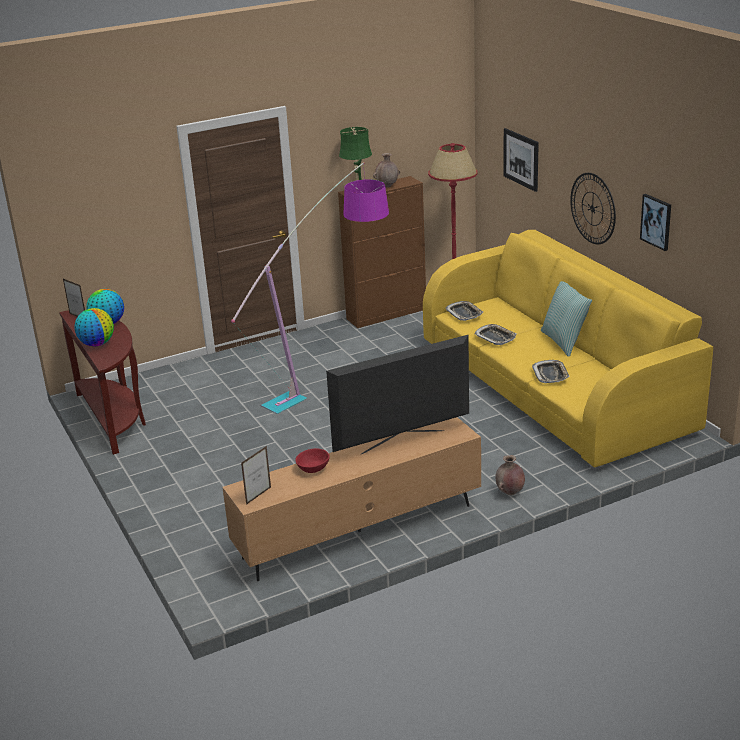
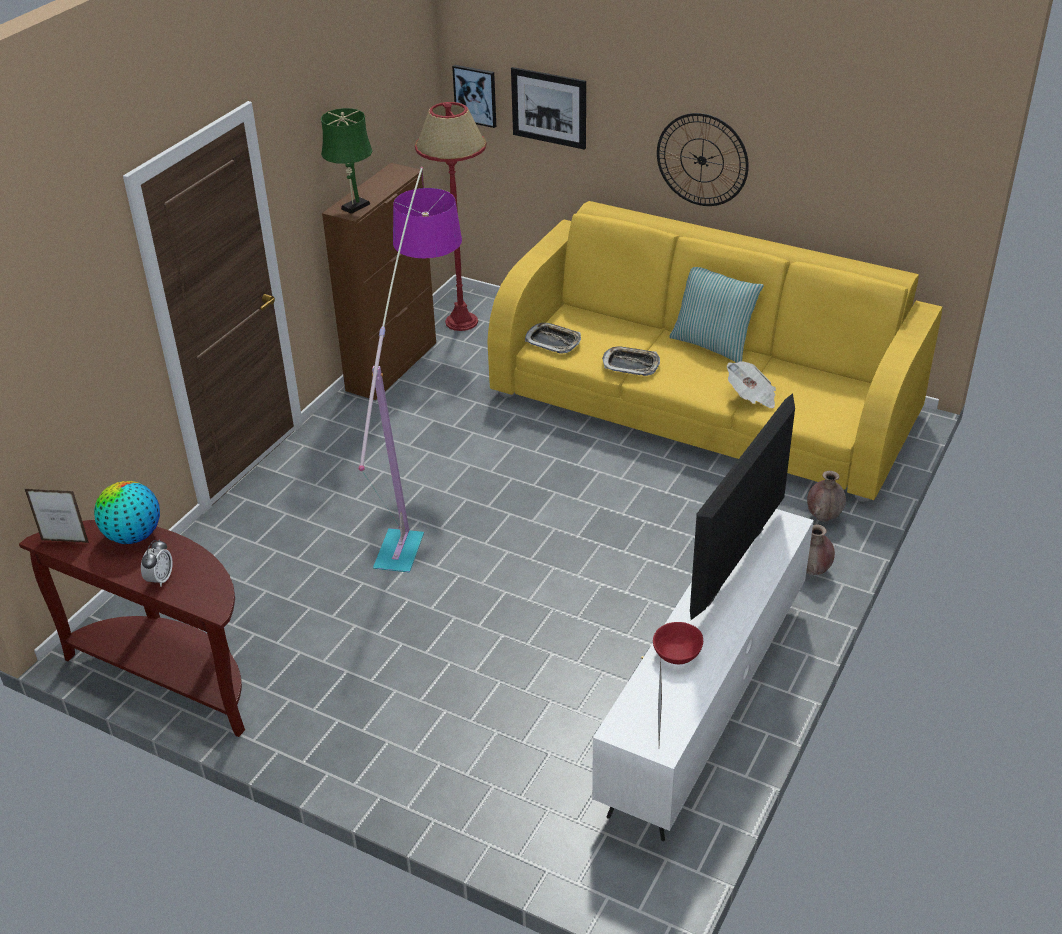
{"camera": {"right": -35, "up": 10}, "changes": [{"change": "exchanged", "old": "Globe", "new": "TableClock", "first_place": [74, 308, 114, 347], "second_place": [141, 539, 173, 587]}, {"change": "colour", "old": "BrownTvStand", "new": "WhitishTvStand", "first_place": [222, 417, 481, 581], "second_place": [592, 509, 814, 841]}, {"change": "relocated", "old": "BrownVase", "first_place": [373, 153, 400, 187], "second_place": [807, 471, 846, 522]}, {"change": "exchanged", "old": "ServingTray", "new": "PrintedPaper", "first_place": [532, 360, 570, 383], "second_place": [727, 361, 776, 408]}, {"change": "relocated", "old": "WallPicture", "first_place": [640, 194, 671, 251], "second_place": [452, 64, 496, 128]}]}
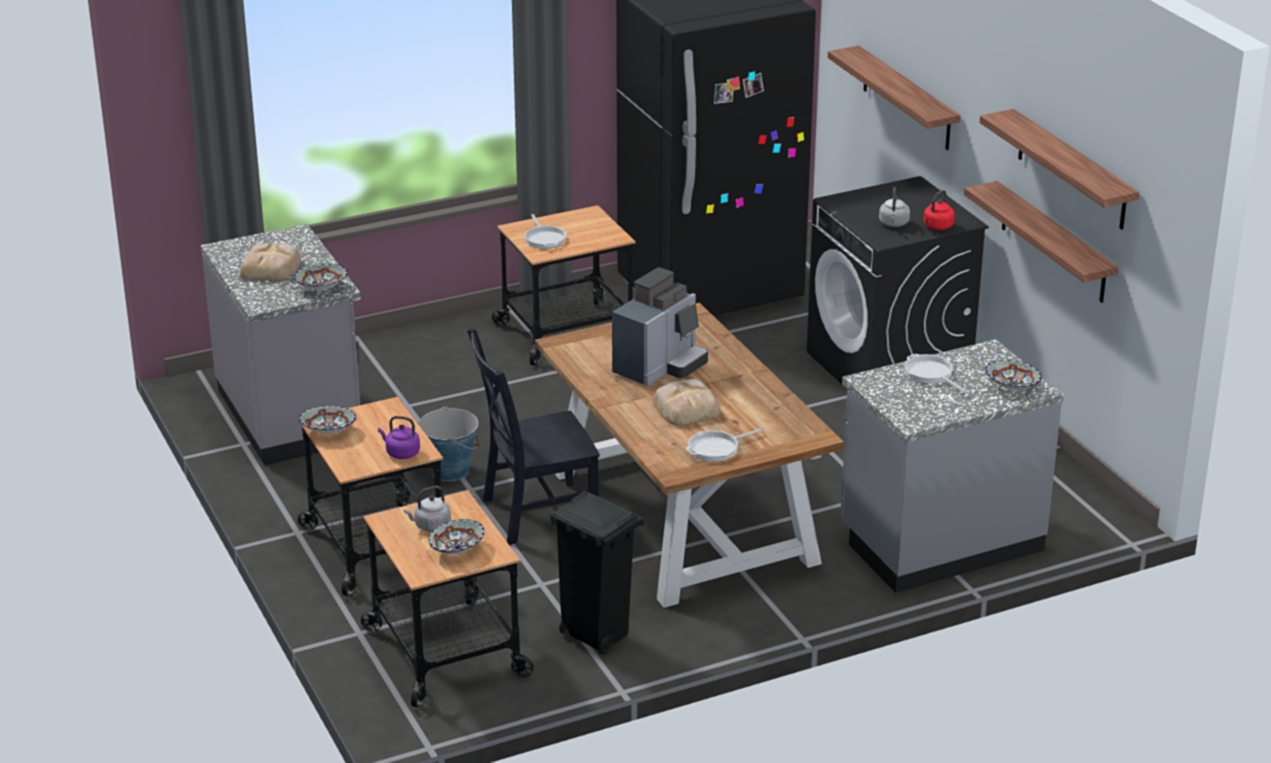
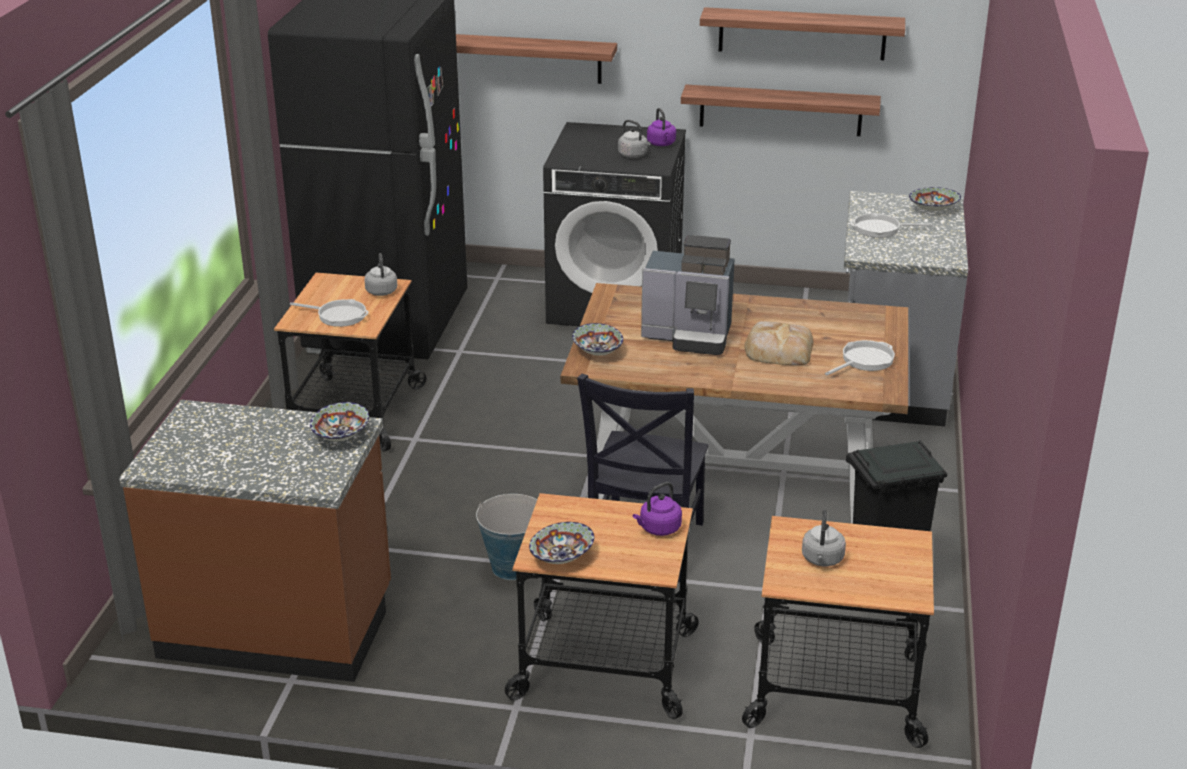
{"camera": {"right": -55, "up": 0}, "changes": [{"change": "colour", "old": "GreyKitchenCounter", "new": "BrownKitchenCounter", "first_place": [201, 224, 361, 465], "second_place": [119, 400, 391, 682]}, {"change": "missing", "old": "BakeryBread", "first_place": [240, 243, 301, 281]}, {"change": "relocated", "old": "ServingBowl", "first_place": [429, 519, 484, 555], "second_place": [572, 323, 623, 356]}, {"change": "spun", "old": "CoffeeBrewer", "first_place": [612, 267, 708, 386], "second_place": [641, 235, 735, 355], "degrees": 120}, {"change": "spun", "old": "Skillet", "first_place": [686, 428, 765, 462], "second_place": [825, 340, 895, 375], "degrees": -135}, {"change": "colour", "old": "RedTeaKettle", "new": "PurpleTeaKettle", "first_place": [923, 190, 955, 230], "second_place": [647, 108, 676, 146]}, {"change": "appeared", "new": "GreyTeaKettle", "second_place": [364, 253, 397, 296]}]}
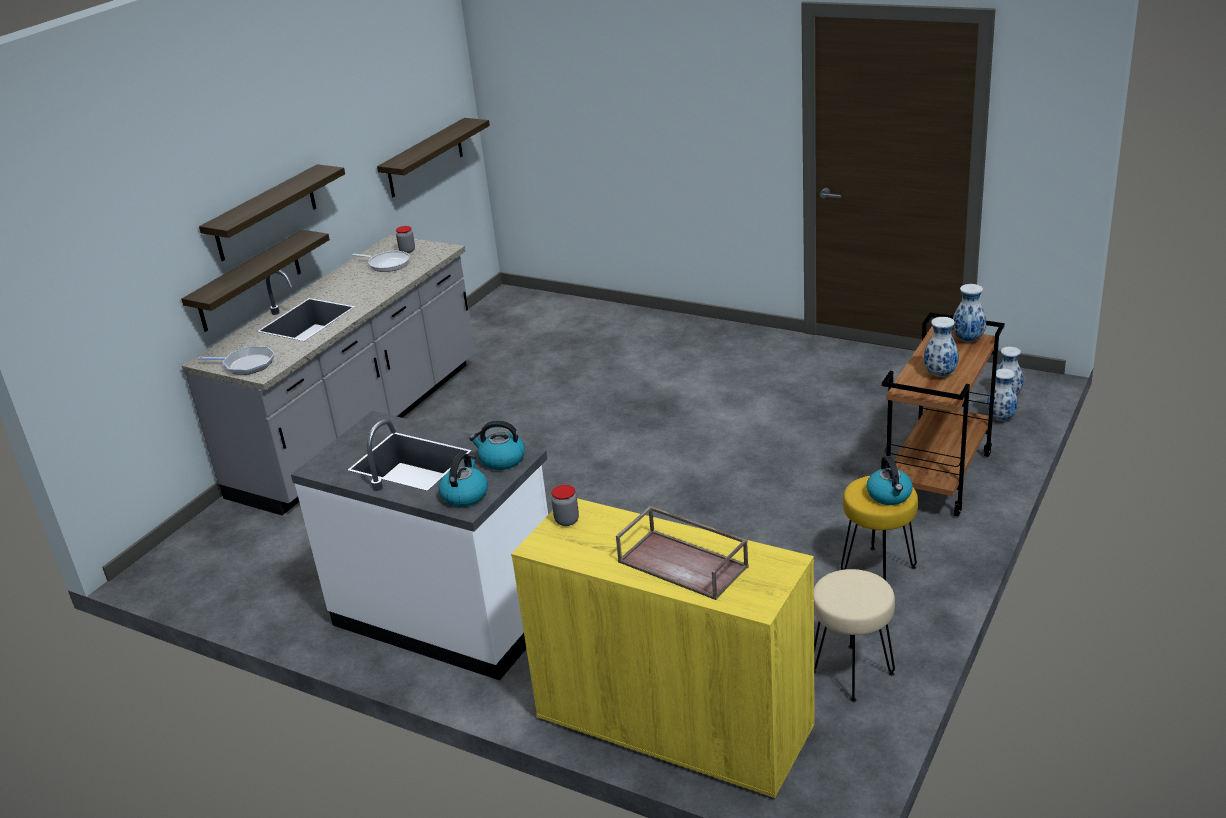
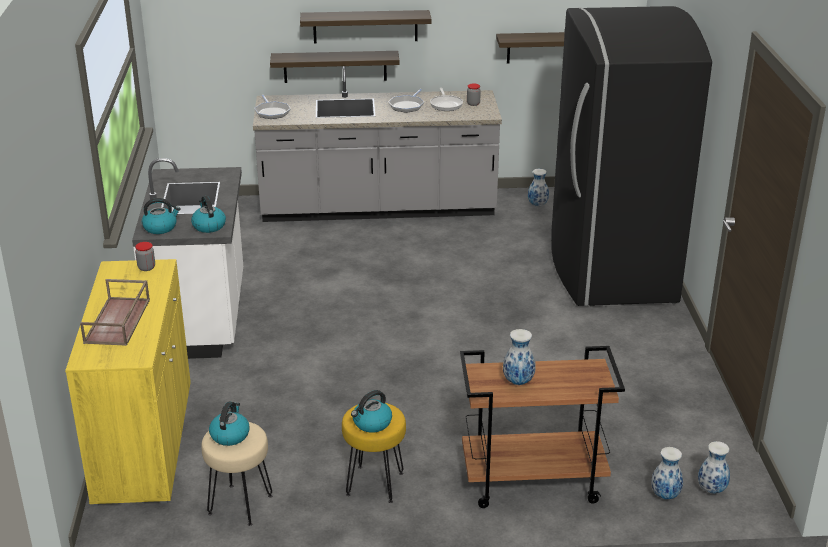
{"camera": {"right": 55, "up": 0}, "changes": [{"change": "relocated", "old": "Vase", "first_place": [953, 284, 986, 342], "second_place": [528, 169, 549, 207]}, {"change": "appeared", "new": "TeaKettle", "second_place": [209, 402, 250, 446]}, {"change": "appeared", "new": "Skillet", "second_place": [388, 89, 424, 113]}, {"change": "appeared", "new": "BlackFridge", "second_place": [551, 6, 712, 307]}]}
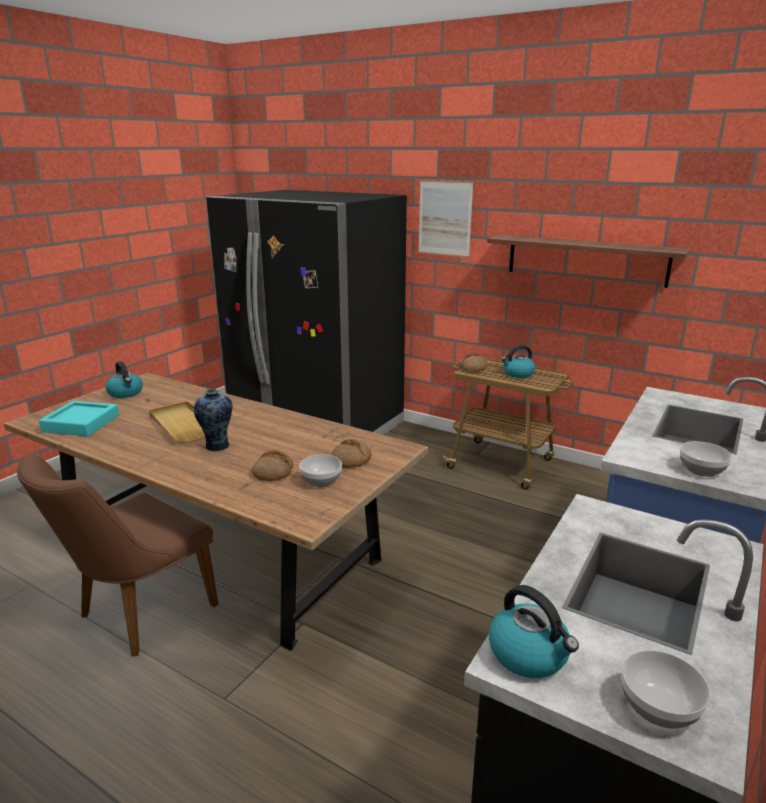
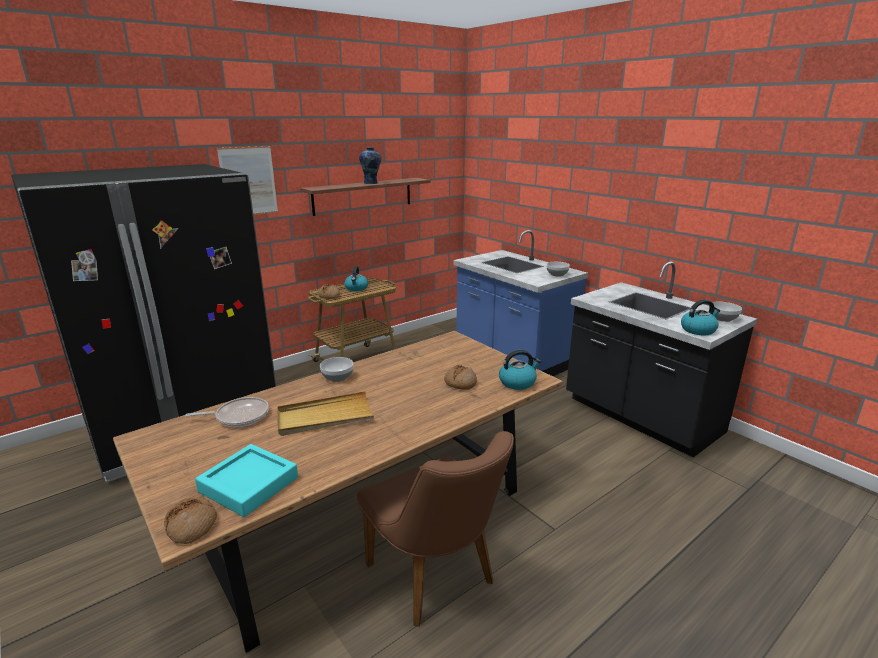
{"camera": {"right": -70, "up": 0}, "changes": [{"change": "relocated", "old": "TeaKettle", "first_place": [105, 361, 143, 398], "second_place": [499, 350, 541, 390]}, {"change": "relocated", "old": "Vase", "first_place": [194, 389, 233, 451], "second_place": [359, 147, 381, 184]}, {"change": "relocated", "old": "ServingBowl", "first_place": [299, 454, 342, 487], "second_place": [320, 357, 353, 382]}, {"change": "relocated", "old": "BakeryBread", "first_place": [331, 439, 372, 468], "second_place": [164, 497, 217, 544]}, {"change": "appeared", "new": "Skillet", "second_place": [185, 397, 269, 427]}]}
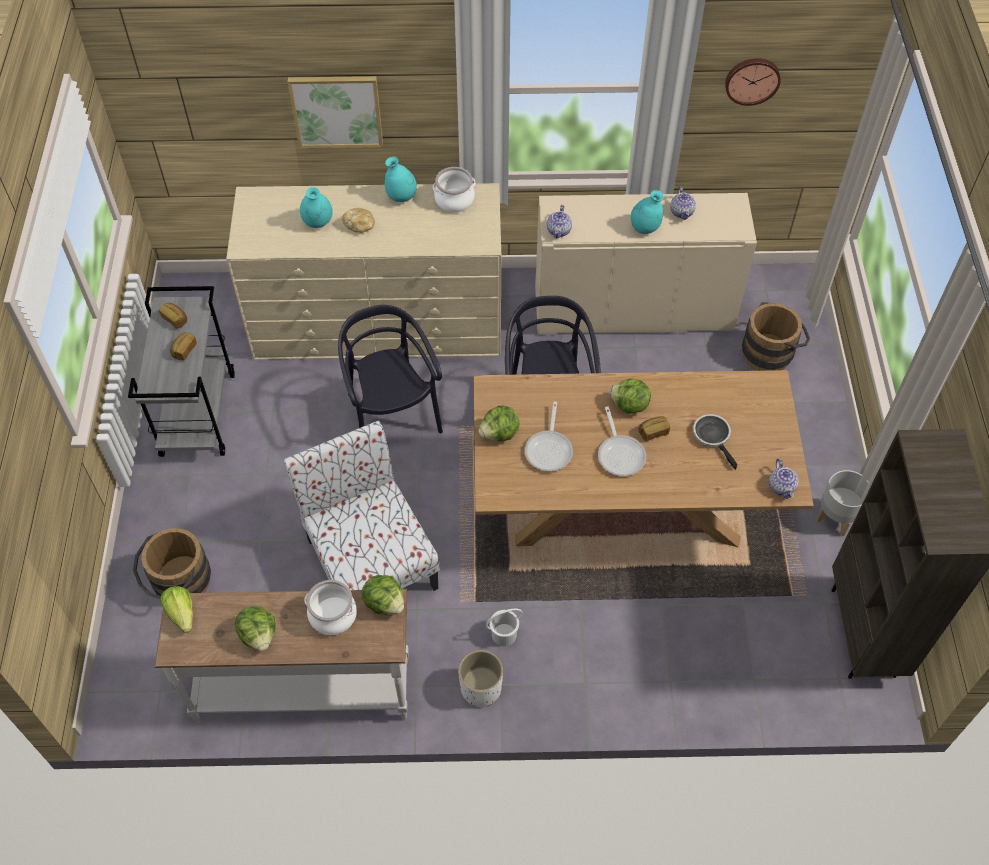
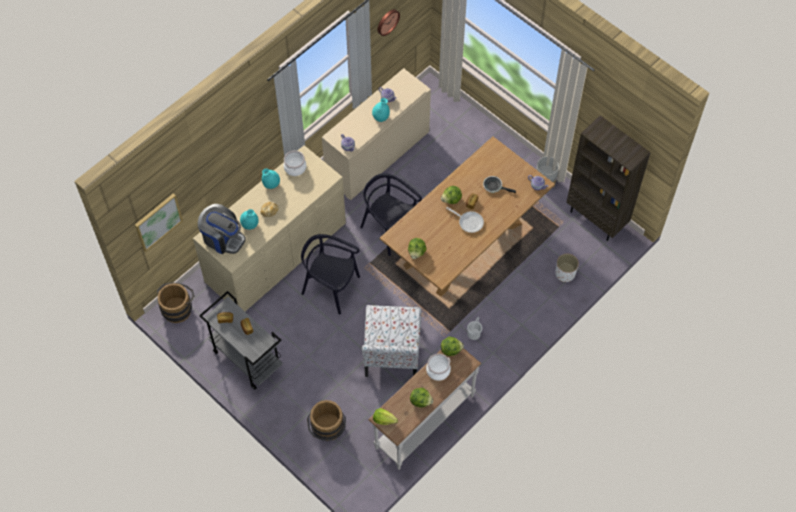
{"camera": {"right": -45, "up": 5}, "changes": [{"change": "spun", "old": "UprightChair", "first_place": [283, 421, 440, 591], "second_place": [362, 305, 422, 377], "degrees": -105}, {"change": "relocated", "old": "WallPicture", "first_place": [288, 76, 383, 148], "second_place": [135, 193, 183, 252]}, {"change": "relocated", "old": "WhitishPlanter", "first_place": [458, 650, 503, 707], "second_place": [555, 254, 579, 282]}, {"change": "missing", "old": "Skillet", "first_place": [525, 401, 573, 471]}, {"change": "relocated", "old": "BrownWaterBucket", "first_place": [742, 302, 810, 371], "second_place": [157, 282, 195, 323]}, {"change": "appeared", "new": "CoffeeBrewer", "second_place": [198, 204, 246, 254]}]}
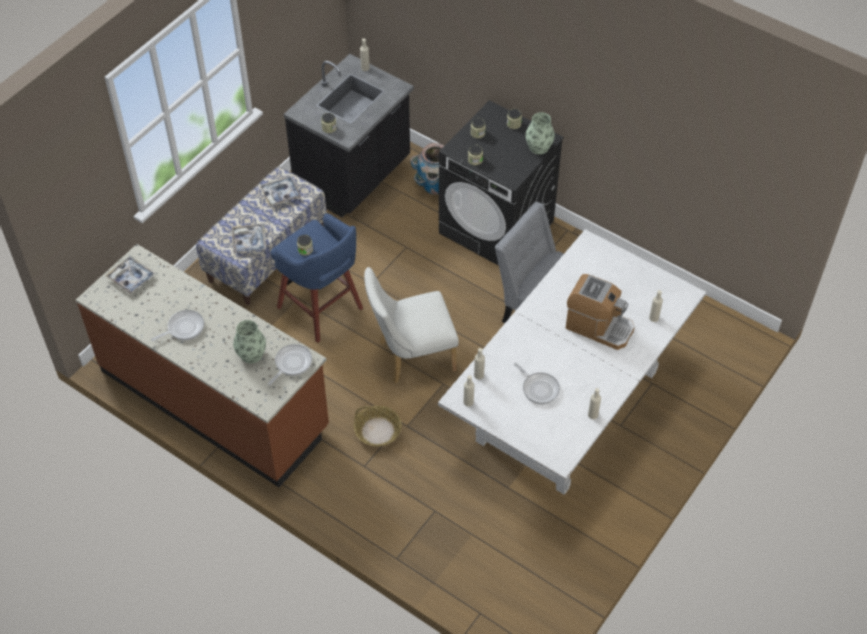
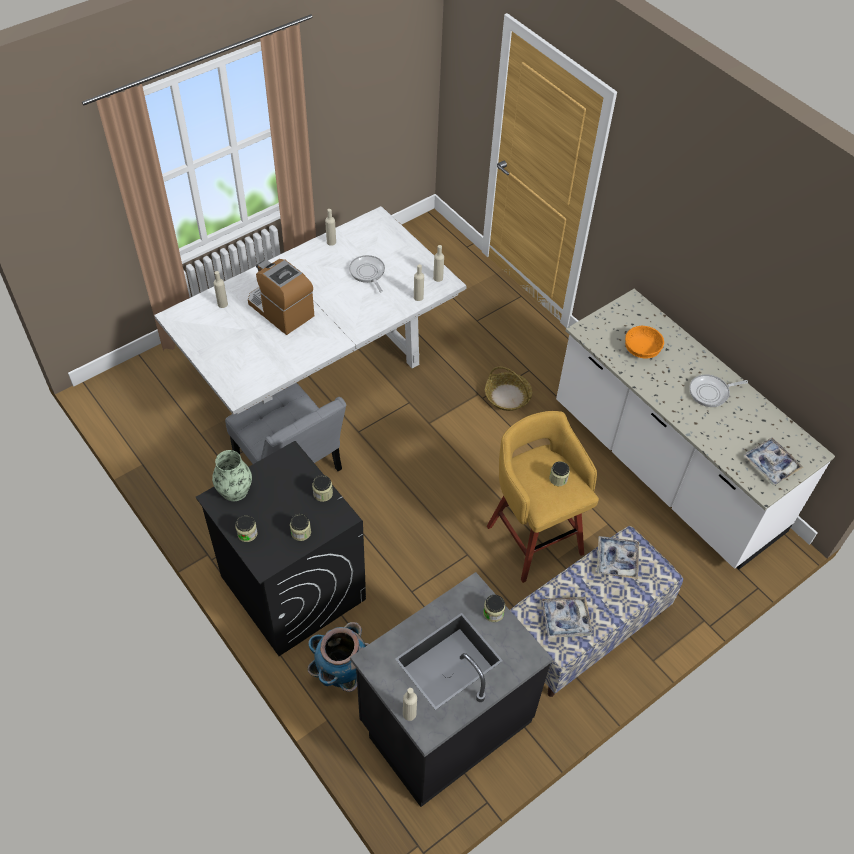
{"camera": {"right": -165, "up": 0}, "changes": [{"change": "colour", "old": "BrownKitchenCounter", "new": "WhitishKitchenCounter", "first_place": [76, 244, 329, 487], "second_place": [556, 289, 835, 569]}, {"change": "exchanged", "old": "Vase", "new": "OrangeServingBowl", "first_place": [233, 320, 266, 364], "second_place": [625, 326, 664, 359]}, {"change": "missing", "old": "Skillet", "first_place": [268, 344, 312, 385]}, {"change": "colour", "old": "BluishStool", "new": "YellowColouredStool", "first_place": [270, 213, 363, 343], "second_place": [487, 411, 599, 583]}, {"change": "missing", "old": "WhitishUprightChair", "first_place": [364, 267, 459, 384]}]}
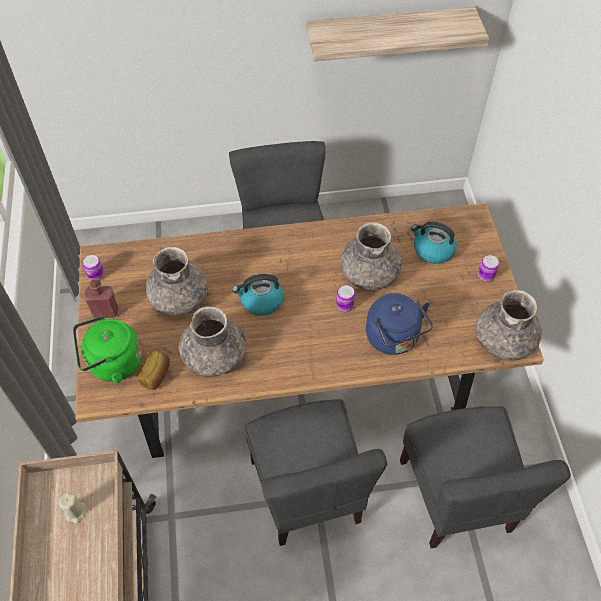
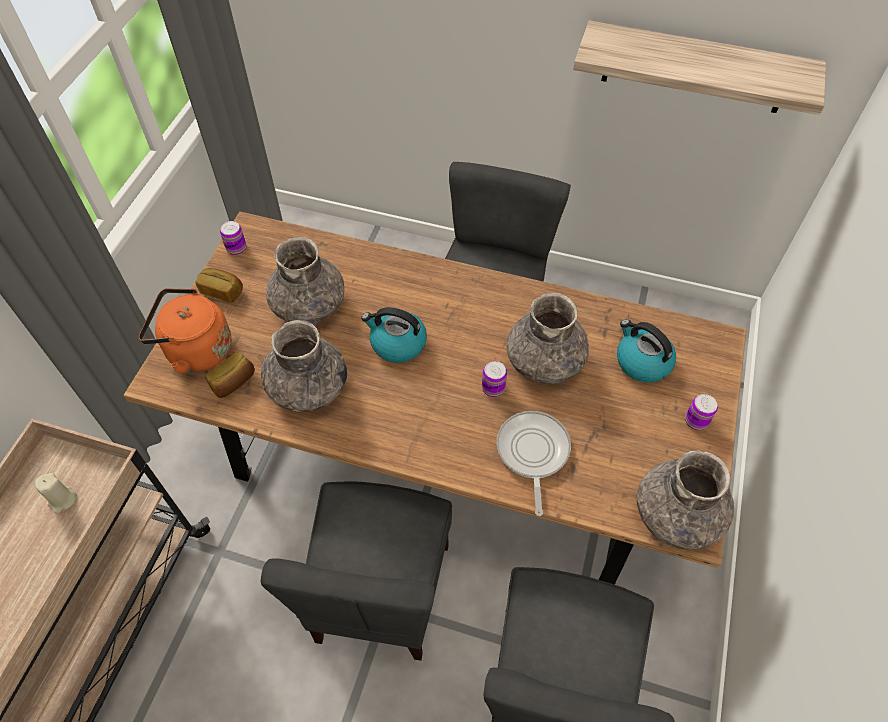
{"camera": {"right": 25, "up": 0}, "changes": [{"change": "colour", "old": "GreenTeaKettle", "new": "OrangeTeaKettle", "first_place": [73, 316, 142, 383], "second_place": [139, 288, 232, 373]}, {"change": "exchanged", "old": "RedBottle", "new": "BakeryBread", "first_place": [84, 279, 118, 318], "second_place": [196, 268, 243, 303]}, {"change": "exchanged", "old": "BluishTeaKettle", "new": "Skillet", "first_place": [366, 293, 433, 355], "second_place": [497, 411, 571, 516]}]}
